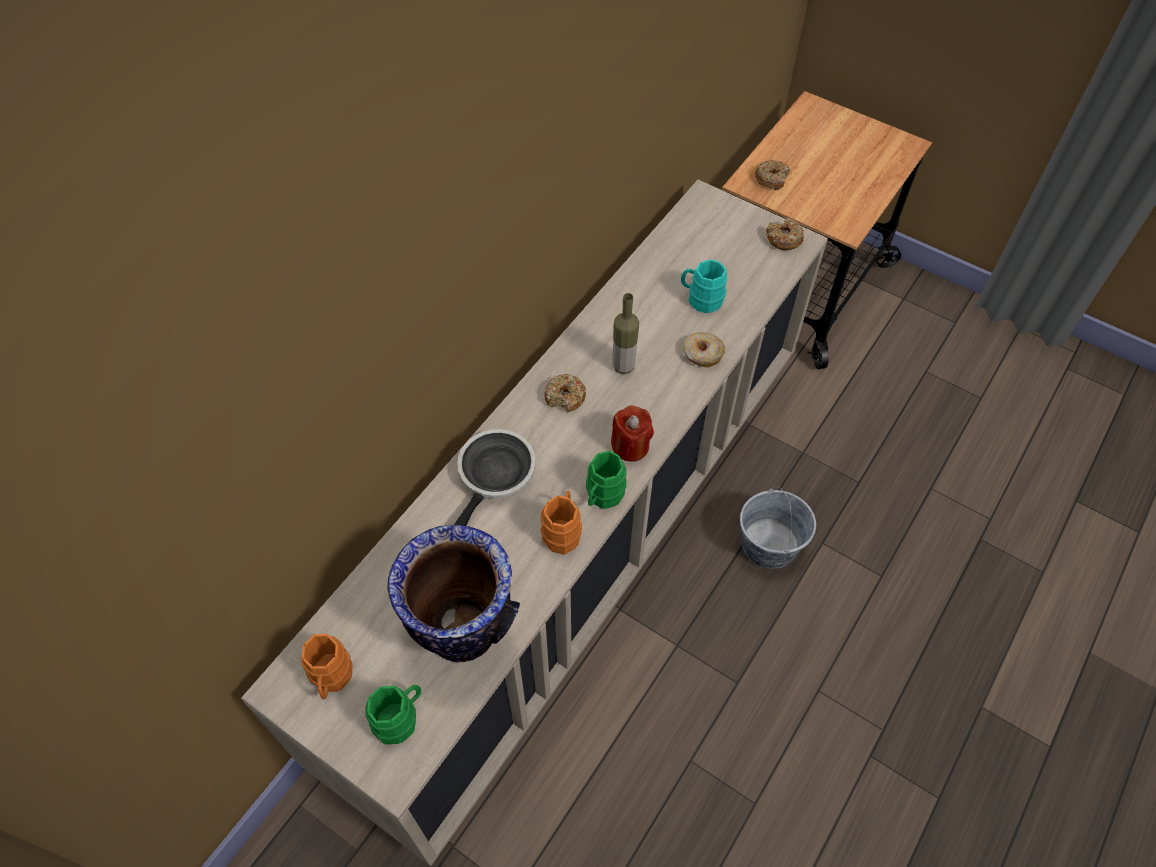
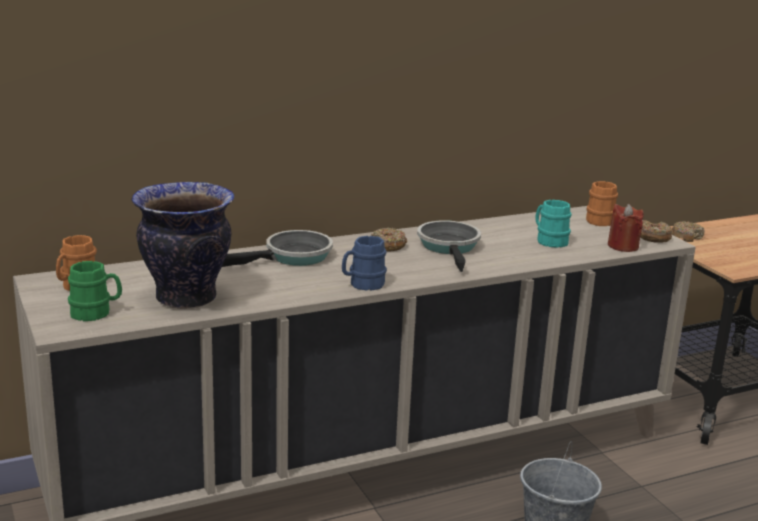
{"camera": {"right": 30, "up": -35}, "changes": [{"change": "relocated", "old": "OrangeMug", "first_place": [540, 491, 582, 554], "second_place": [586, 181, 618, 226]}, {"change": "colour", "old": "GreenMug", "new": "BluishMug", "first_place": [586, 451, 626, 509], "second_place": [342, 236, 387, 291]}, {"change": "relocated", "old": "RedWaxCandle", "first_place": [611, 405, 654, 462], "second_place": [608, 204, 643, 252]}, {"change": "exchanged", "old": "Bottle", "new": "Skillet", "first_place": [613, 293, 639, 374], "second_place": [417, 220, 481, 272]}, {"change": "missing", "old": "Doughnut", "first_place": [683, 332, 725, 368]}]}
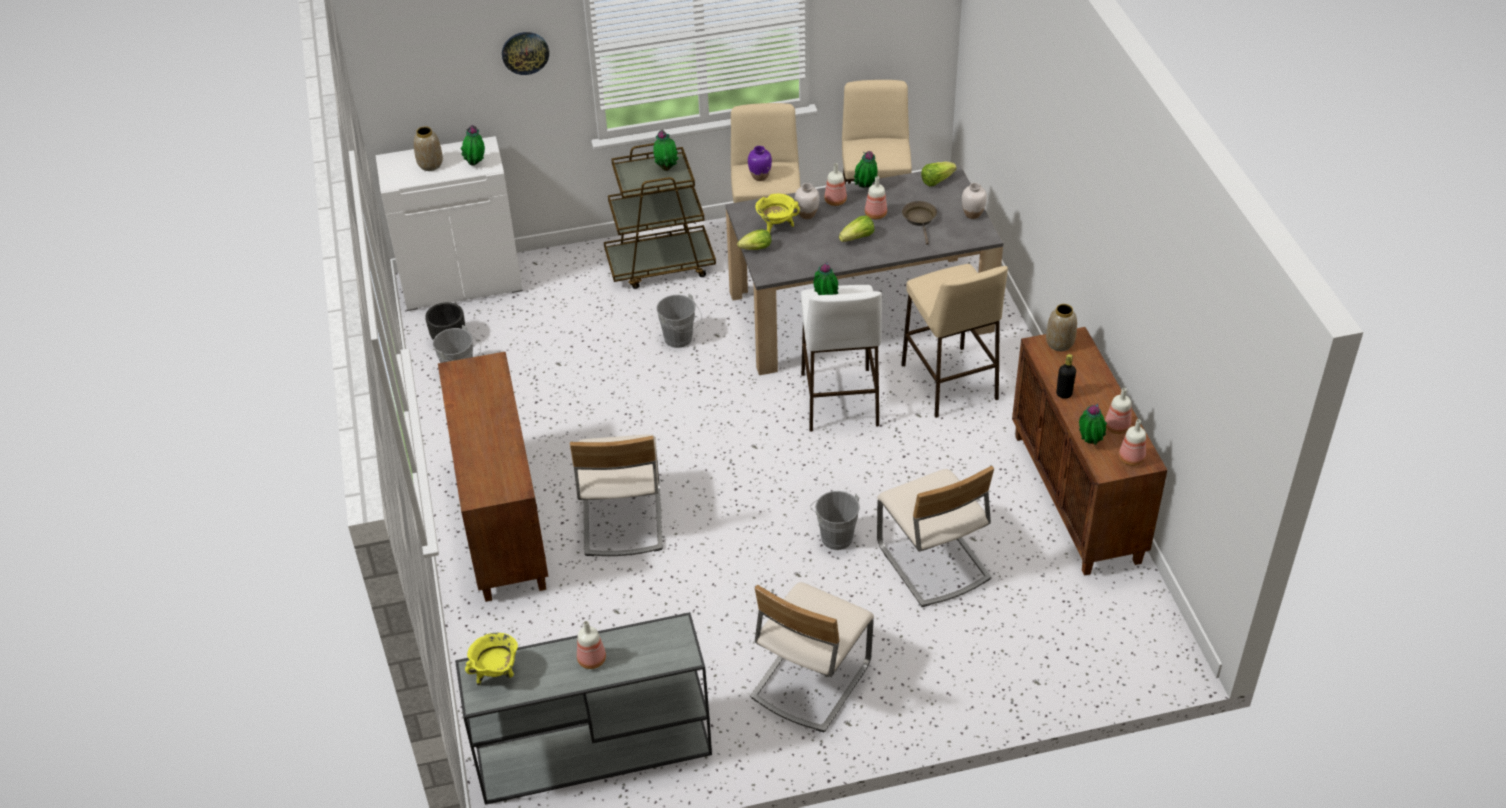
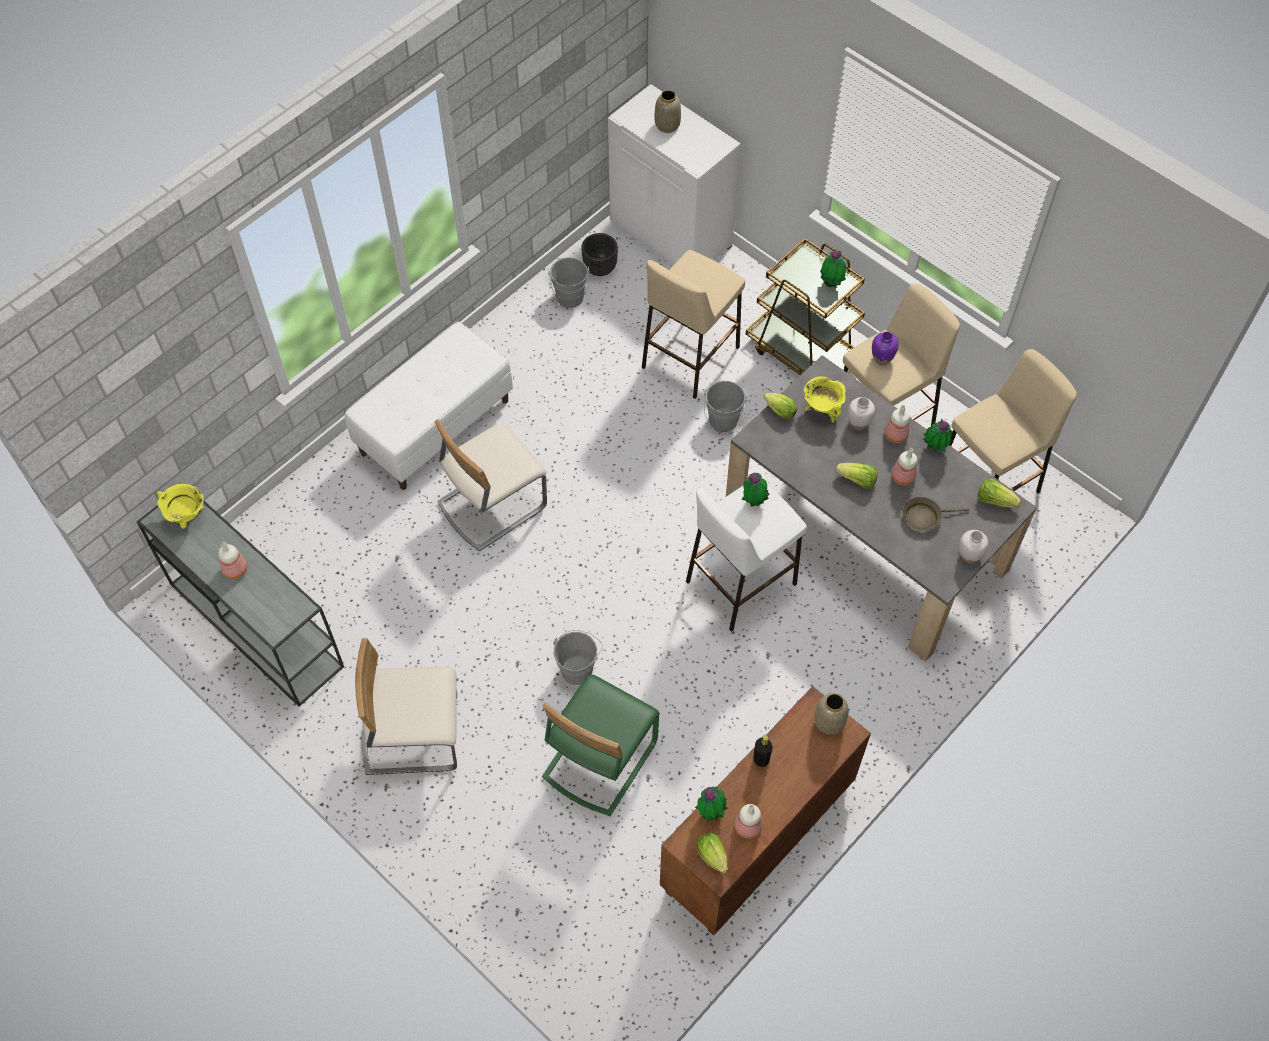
{"camera": {"right": 55, "up": 15}, "changes": [{"change": "exchanged", "old": "BrownStorageCabinet", "new": "WhitishLongSeat", "first_place": [438, 352, 549, 602], "second_place": [345, 322, 513, 490]}, {"change": "missing", "old": "PottedPlant", "first_place": [460, 125, 485, 166]}, {"change": "missing", "old": "HangingClock", "first_place": [502, 32, 549, 75]}, {"change": "colour", "old": "BeigeUprightChair", "new": "GreenUprightChair", "first_place": [877, 466, 994, 607], "second_place": [542, 675, 660, 816]}, {"change": "relocated", "old": "BeigeStool", "first_place": [901, 264, 1008, 418], "second_place": [642, 250, 745, 399]}, {"change": "spun", "old": "BrownSkillet", "first_place": [902, 201, 937, 245], "second_place": [903, 497, 969, 530], "degrees": -150}, {"change": "exchanged", "old": "Bottle", "new": "HeadOfLettuce", "first_place": [1119, 419, 1146, 466], "second_place": [697, 832, 728, 874]}]}
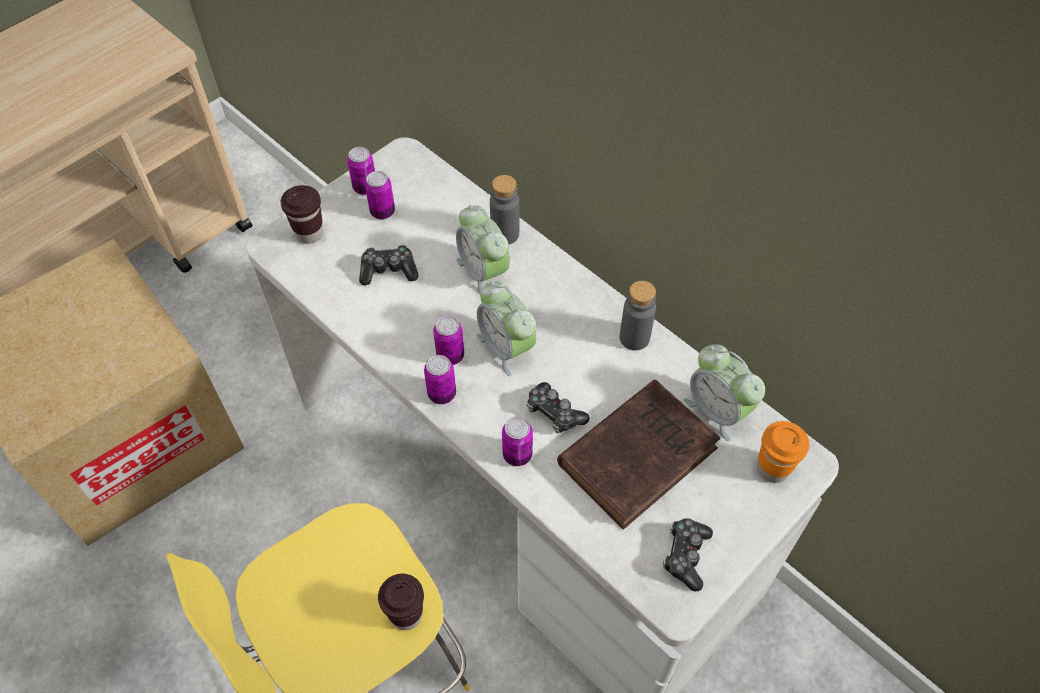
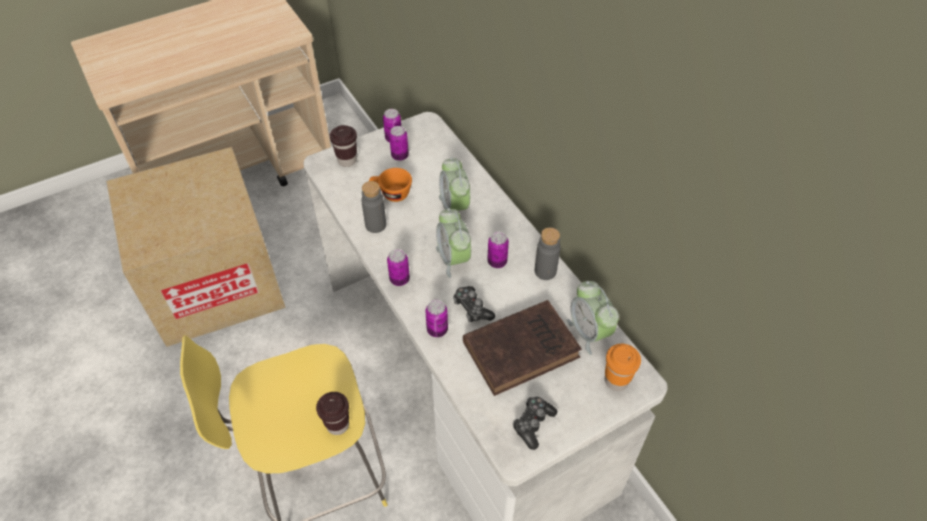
{"camera": {"right": 15, "up": -5}, "changes": [{"change": "exchanged", "old": "Joypad", "new": "OrangeSmallCup", "first_place": [359, 245, 419, 285], "second_place": [369, 168, 412, 202]}, {"change": "relocated", "old": "MetalCan", "first_place": [433, 316, 464, 365], "second_place": [487, 232, 509, 268]}, {"change": "relocated", "old": "GreyBottle", "first_place": [490, 175, 519, 244], "second_place": [361, 181, 386, 233]}]}
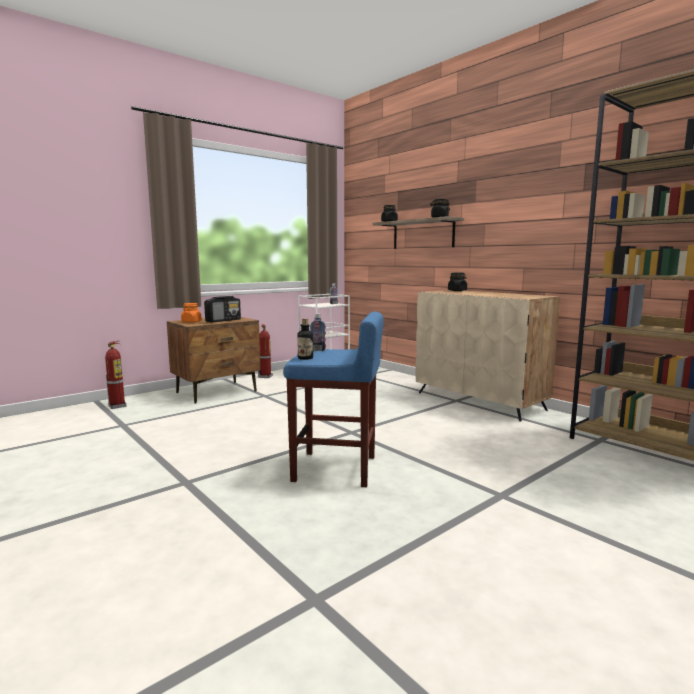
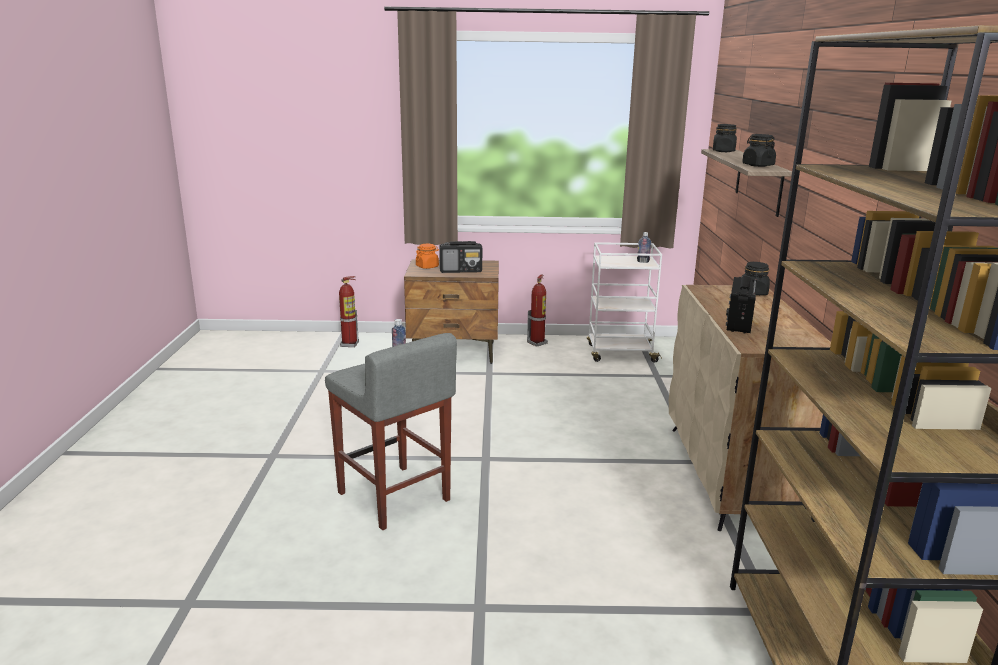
{"camera": {"right": 40, "up": 10}, "changes": [{"change": "colour", "old": "BluishStool", "new": "GreyStool", "first_place": [283, 312, 384, 487], "second_place": [325, 333, 457, 530]}, {"change": "missing", "old": "Bottle", "first_place": [297, 318, 313, 360]}, {"change": "appeared", "new": "RadioReceiver", "second_place": [726, 276, 757, 333]}]}
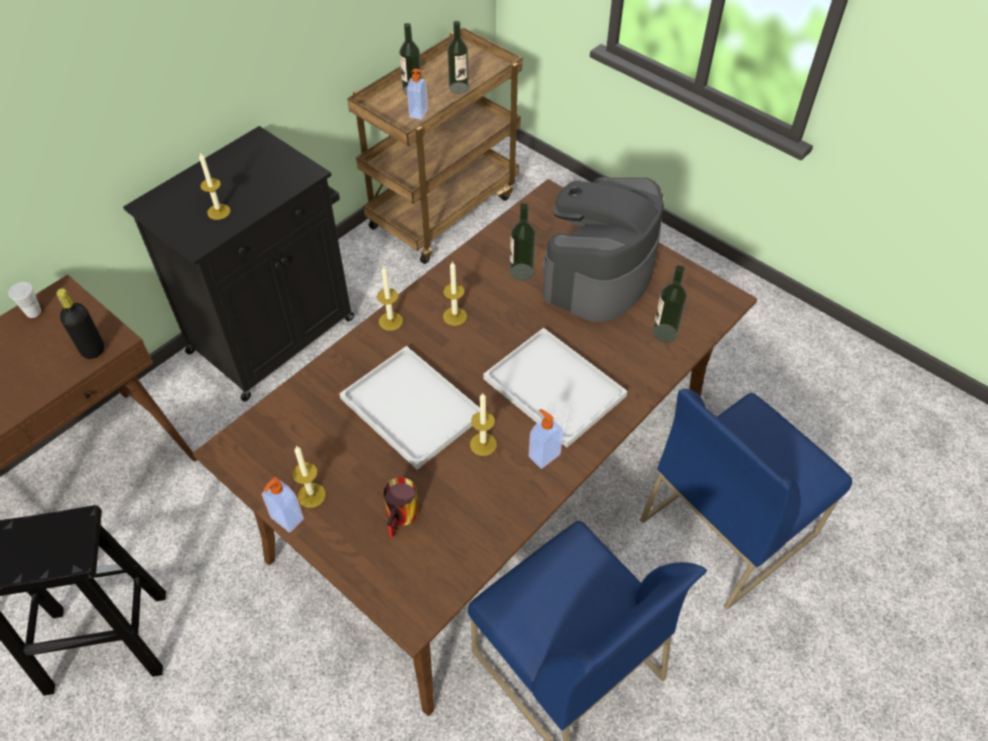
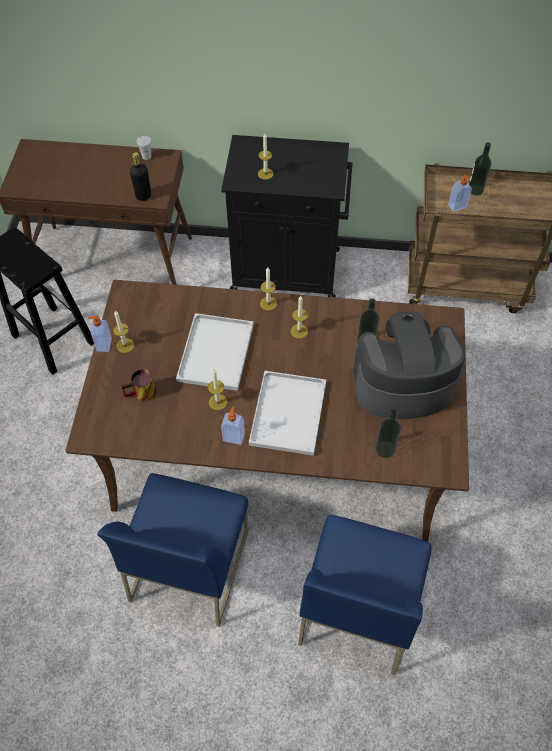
{"camera": {"right": 55, "up": 5}, "changes": [{"change": "missing", "old": "Bottle", "first_place": [447, 21, 469, 94]}, {"change": "spun", "old": "BluishUprightChair", "first_place": [640, 389, 852, 610], "second_place": [298, 515, 432, 675], "degrees": -90}]}
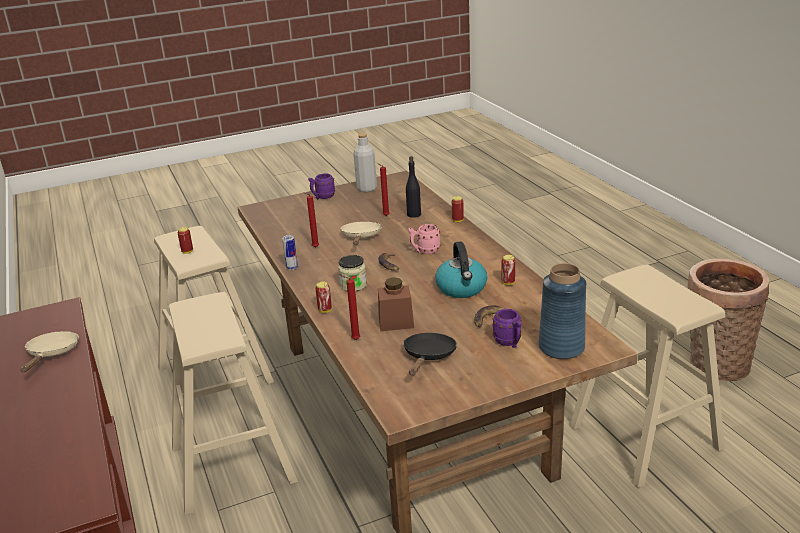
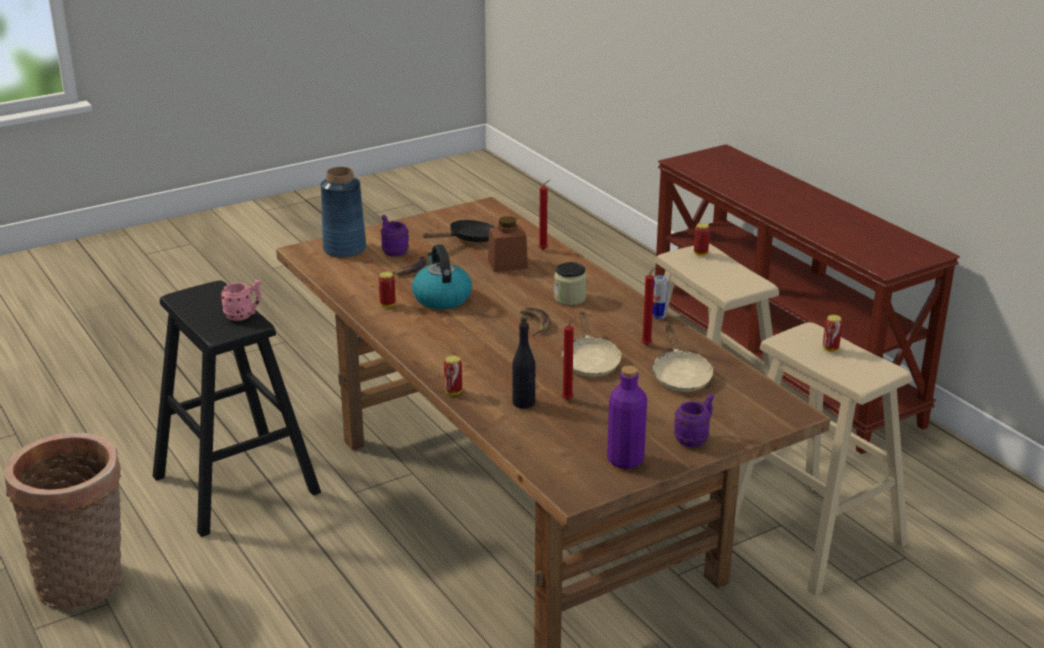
{"camera": {"right": 170, "up": 0}, "changes": [{"change": "relocated", "old": "BeigeSkillet", "first_place": [20, 331, 79, 372], "second_place": [652, 324, 714, 392]}, {"change": "relocated", "old": "MetalCan", "first_place": [316, 282, 332, 313], "second_place": [694, 223, 710, 256]}, {"change": "colour", "old": "GreyBottle", "new": "PurpleBottle", "first_place": [354, 133, 377, 192], "second_place": [607, 366, 647, 469]}, {"change": "spun", "old": "BlackSkillet", "first_place": [404, 333, 457, 375], "second_place": [422, 220, 496, 242], "degrees": -135}, {"change": "relocated", "old": "PinkishMug", "first_place": [408, 224, 440, 254], "second_place": [221, 280, 261, 321]}, {"change": "colour", "old": "BeigeStool", "new": "BlackStool", "first_place": [569, 265, 725, 488], "second_place": [153, 280, 321, 537]}]}
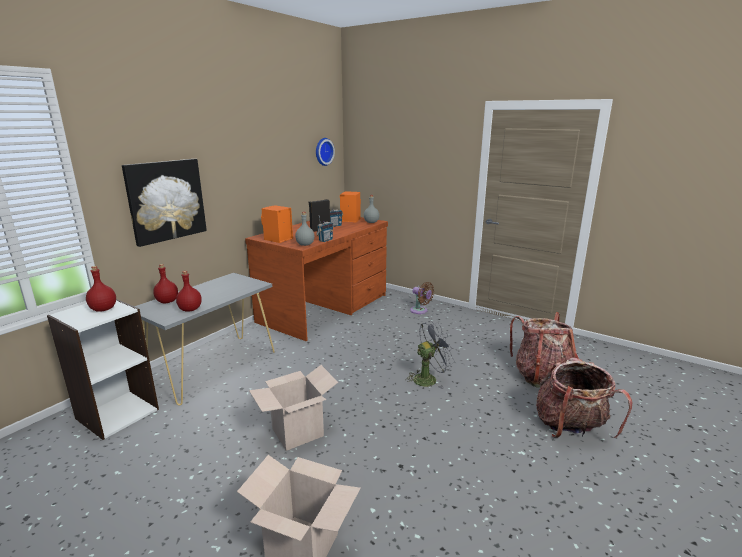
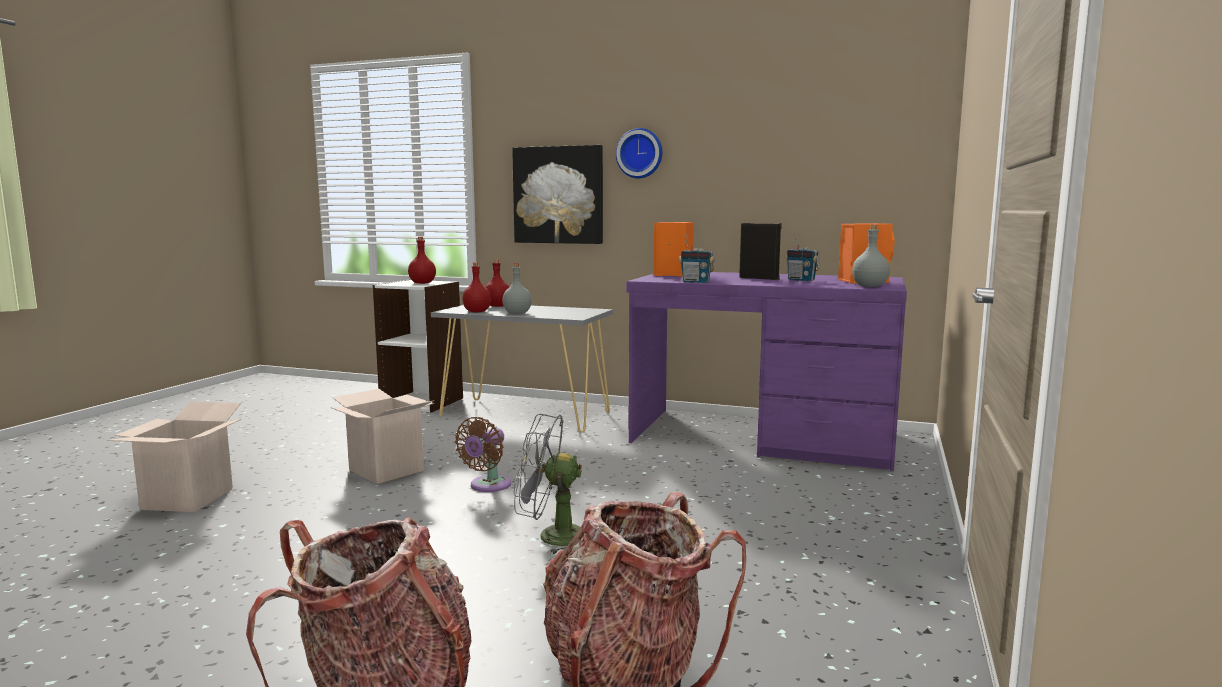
{"camera": {"right": 75, "up": -10}, "changes": [{"change": "colour", "old": "BrownDeskUnit", "new": "PurpleDeskUnit", "first_place": [245, 217, 388, 342], "second_place": [626, 272, 907, 472]}, {"change": "relocated", "old": "GreyBottle", "first_place": [295, 212, 315, 246], "second_place": [502, 263, 532, 314]}, {"change": "relocated", "old": "HangingClock", "first_place": [316, 138, 335, 166], "second_place": [616, 128, 662, 178]}, {"change": "spun", "old": "GreyElectricFan", "first_place": [405, 321, 455, 389], "second_place": [514, 414, 582, 555], "degrees": 135}, {"change": "relocated", "old": "BrownElectricFan", "first_place": [410, 282, 434, 314], "second_place": [455, 417, 511, 492]}]}
